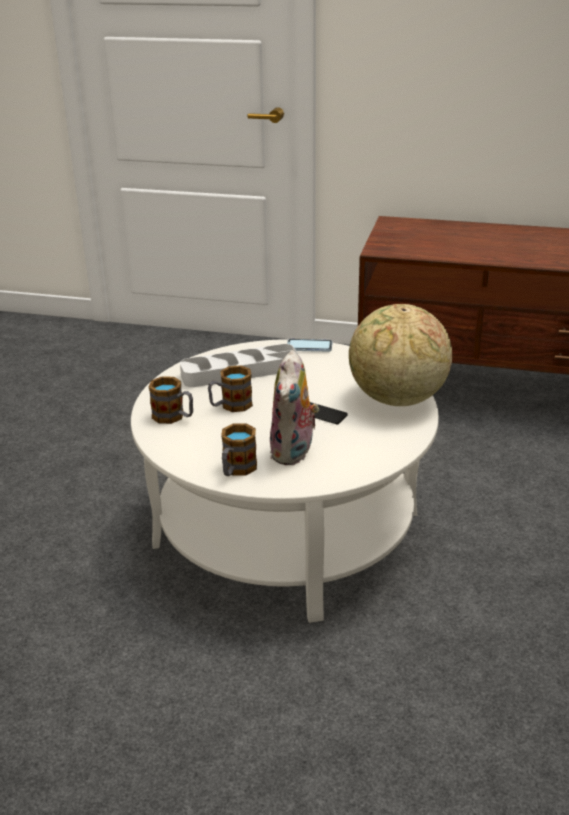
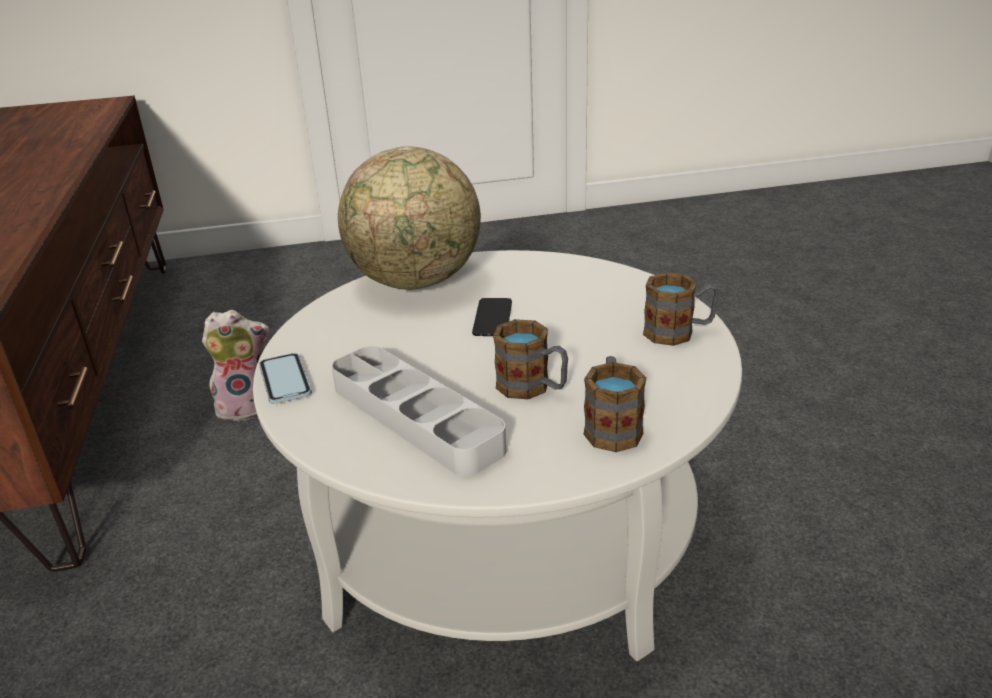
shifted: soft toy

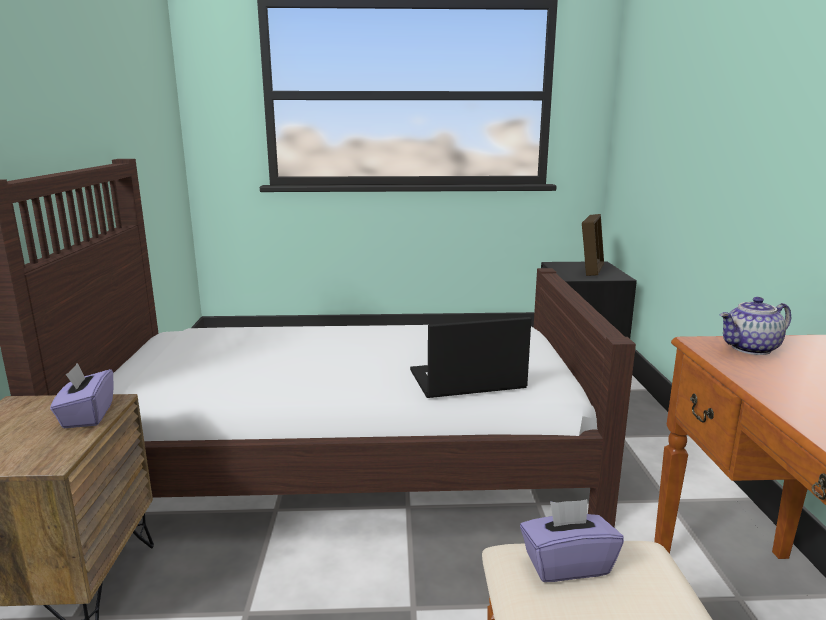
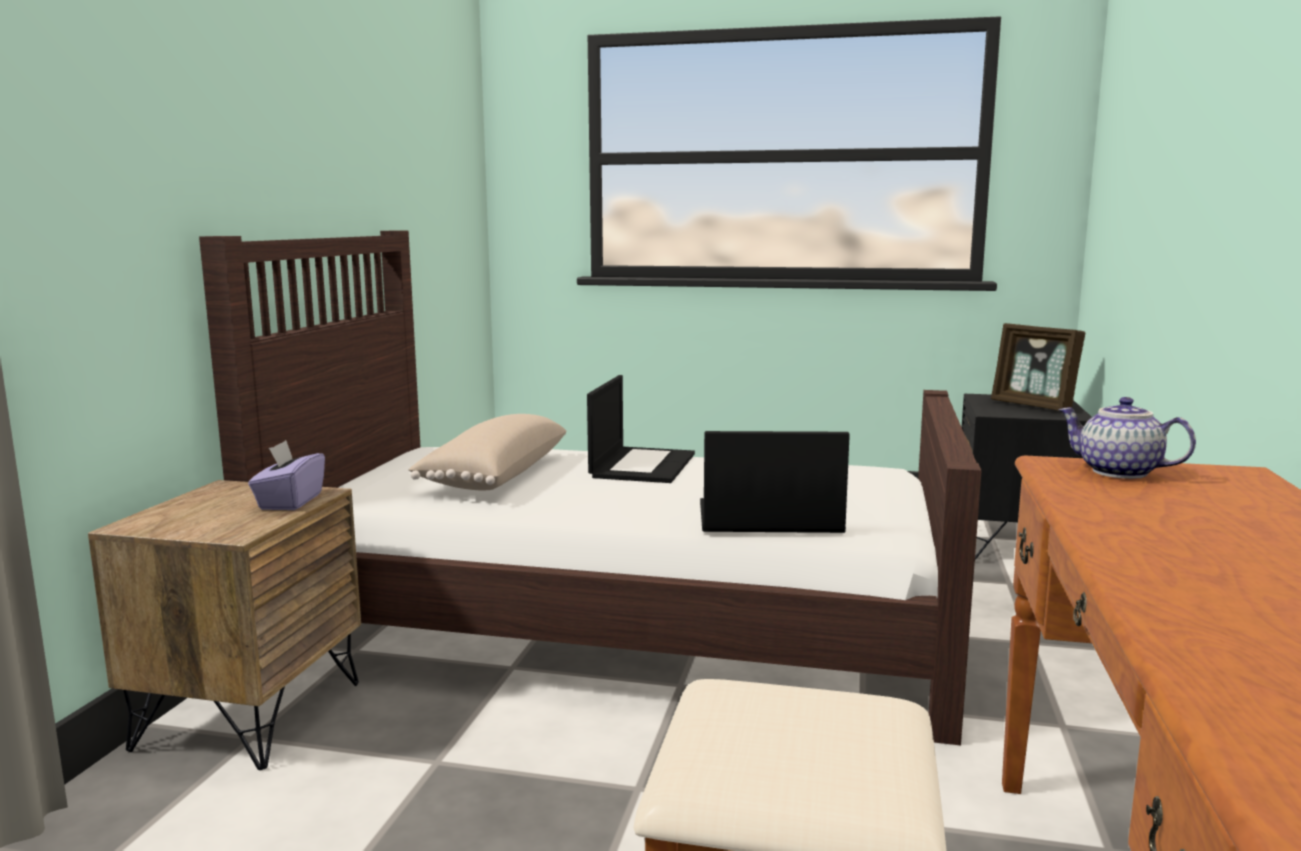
gone: purplish tissue holder (no. 2 from left)
new: portable computer (no. 1 from left); sand-coloured pillow
rotated: standing frame 105 degrees clockwise; teapot 45 degrees clockwise

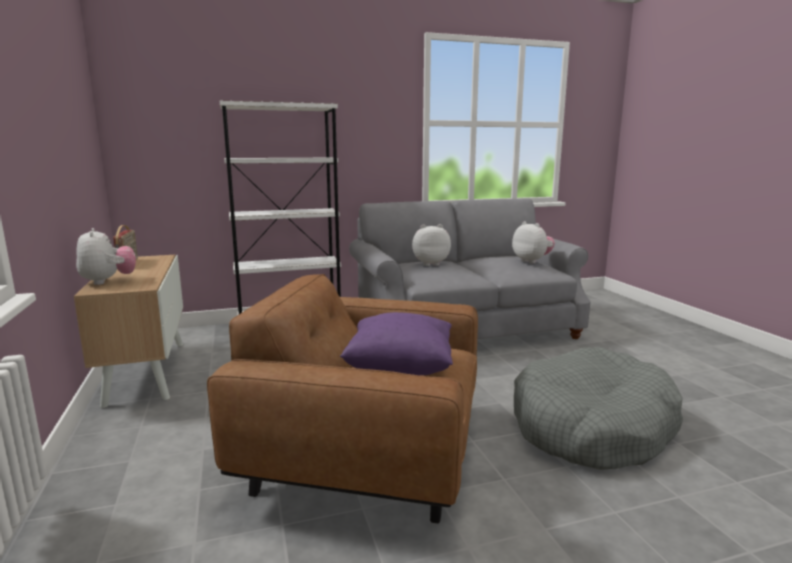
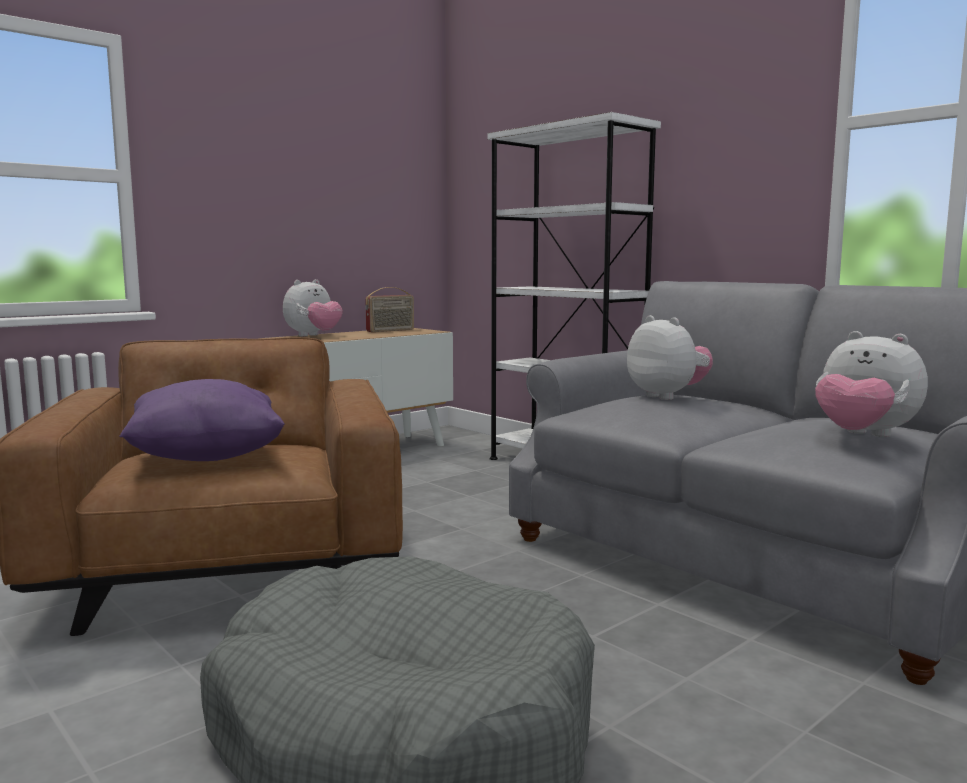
rotated: soft toy (no. 3 from left) 105 degrees clockwise

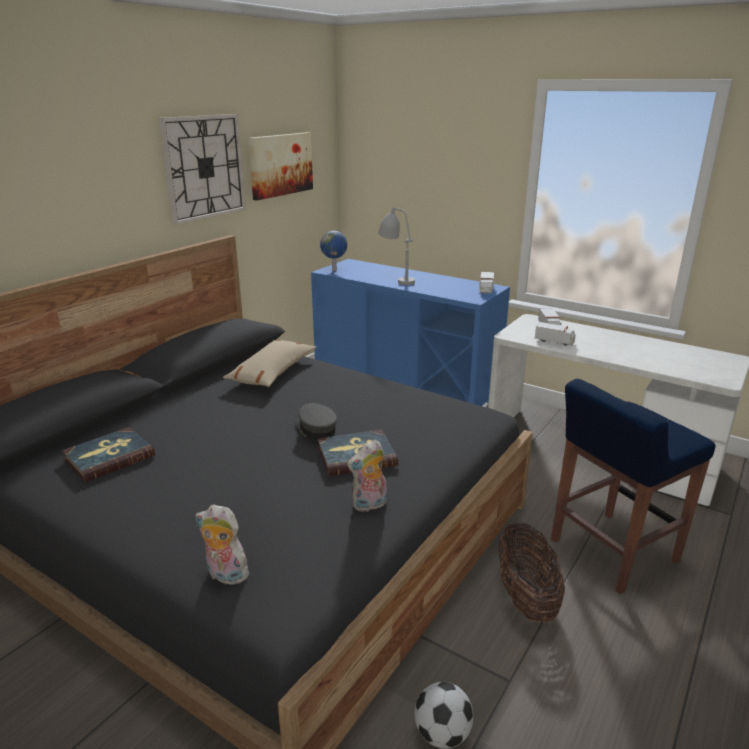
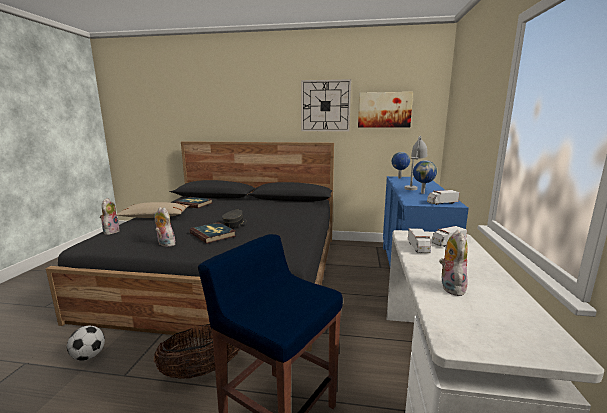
new: globe (no. 2 from left); soft toy (no. 3 from left)
shifted: sand-coloured pillow

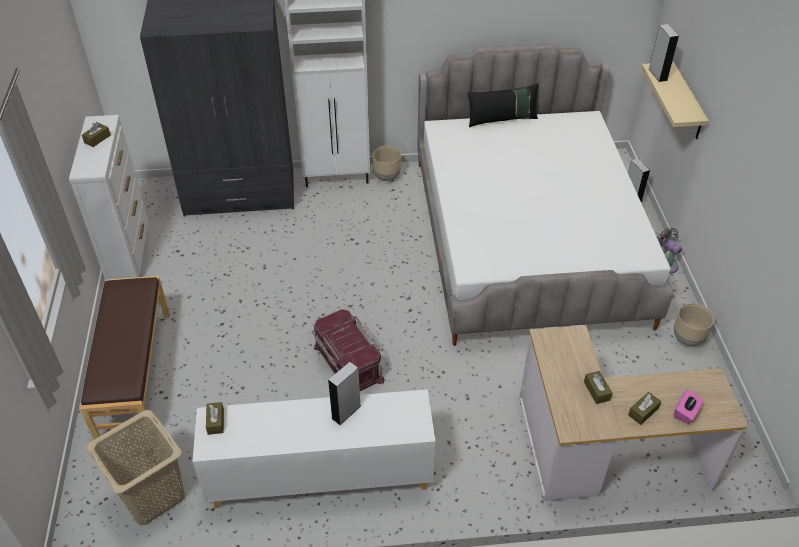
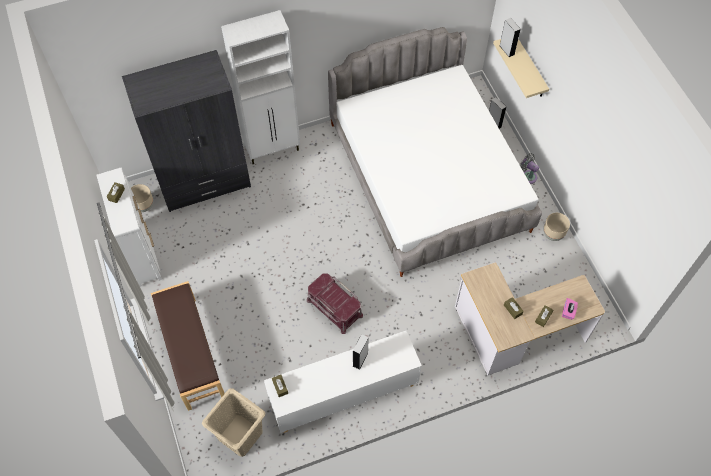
gone: black pillow
shifted: sand-coloured flower pot (no. 1 from left)

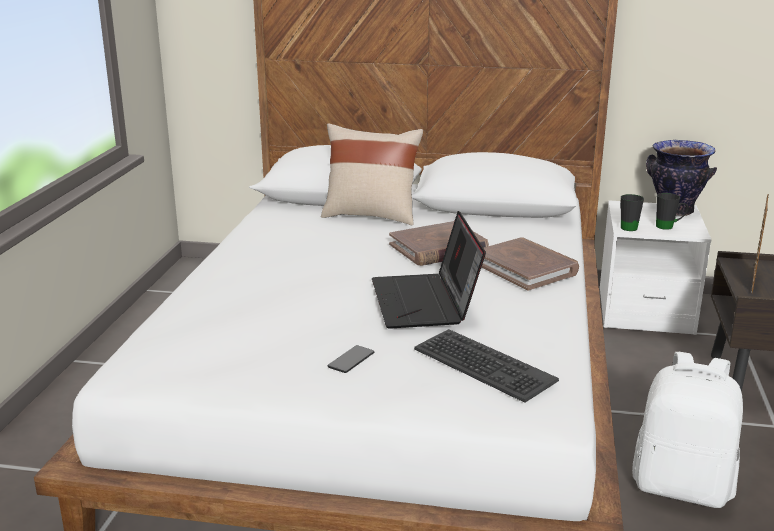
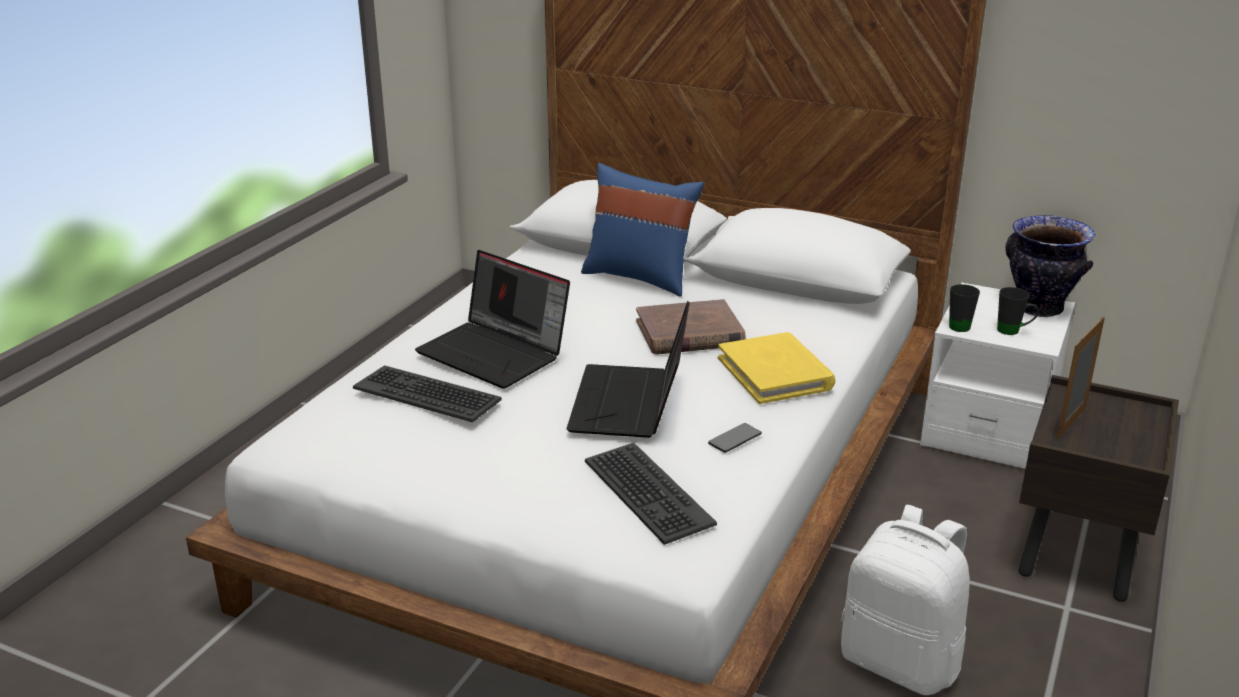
new: portable computer (no. 1 from left); keyboard (no. 1 from left)
shifted: phone
repainted: sand-coloured pillow to blue-coloured pillow; brown book (no. 2 from left) to yellow-coloured book

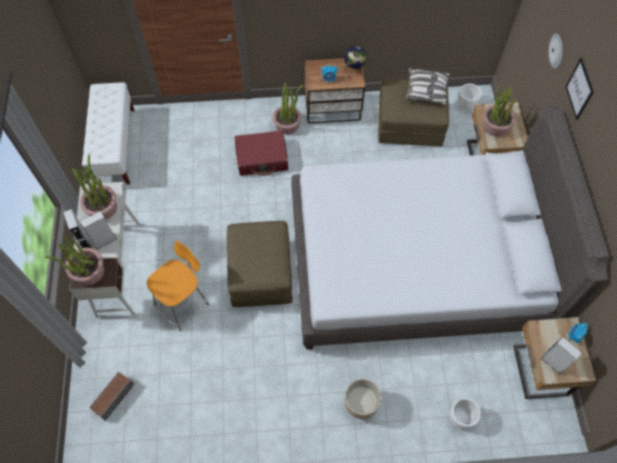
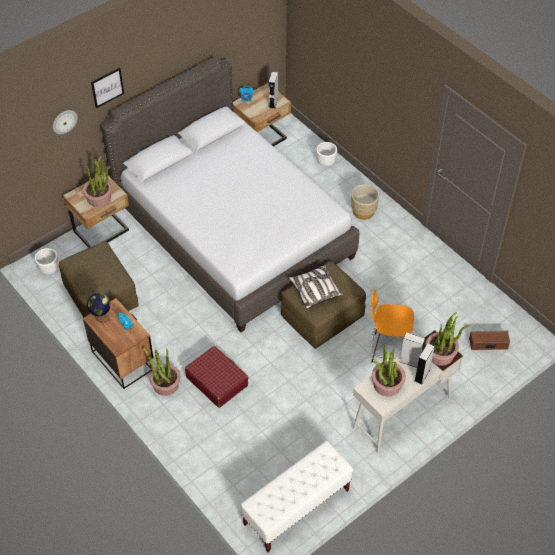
shifted: pillow

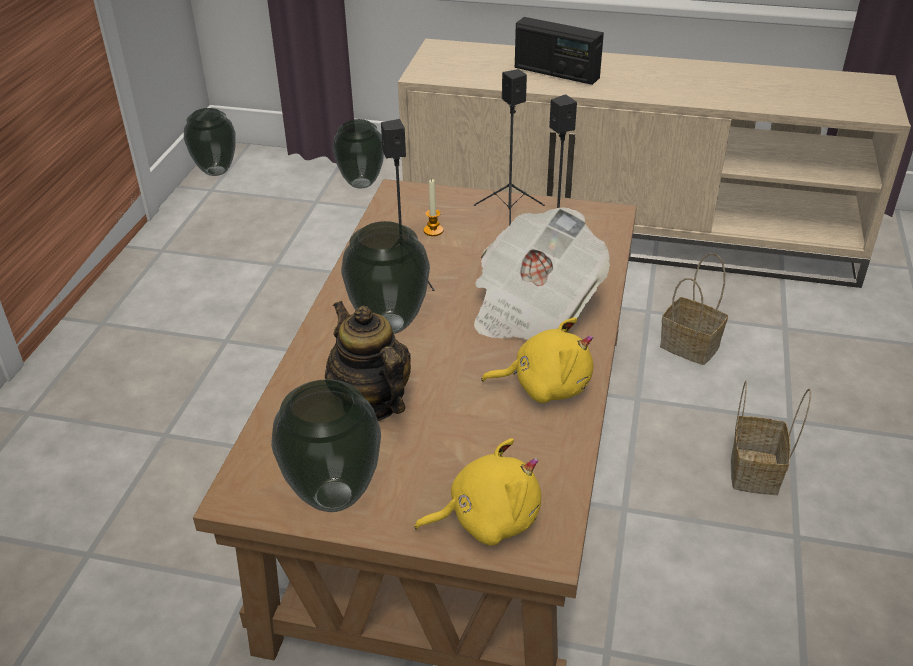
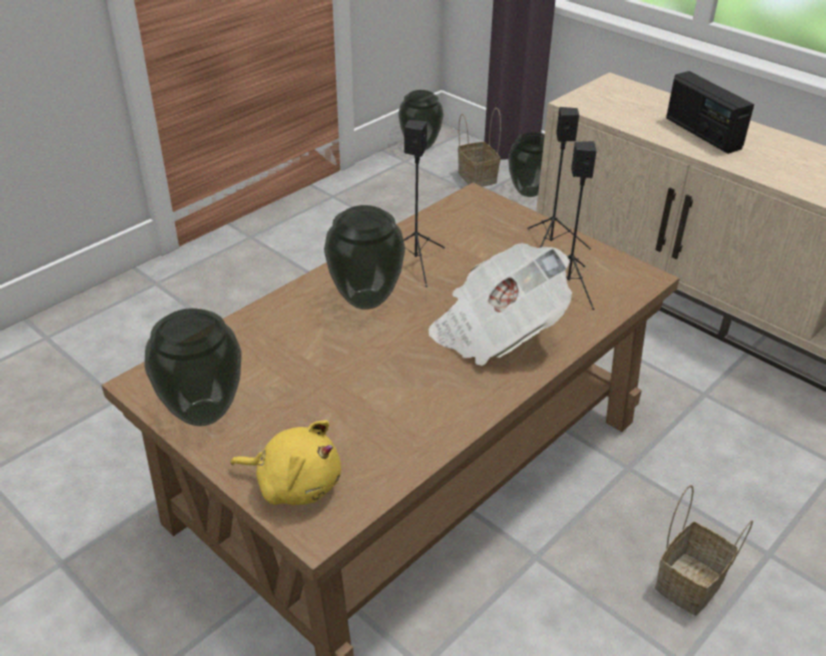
gone: wax light; teapot; yellow-coloured soft toy (no. 2 from left)
shifted: household basket (no. 1 from left)

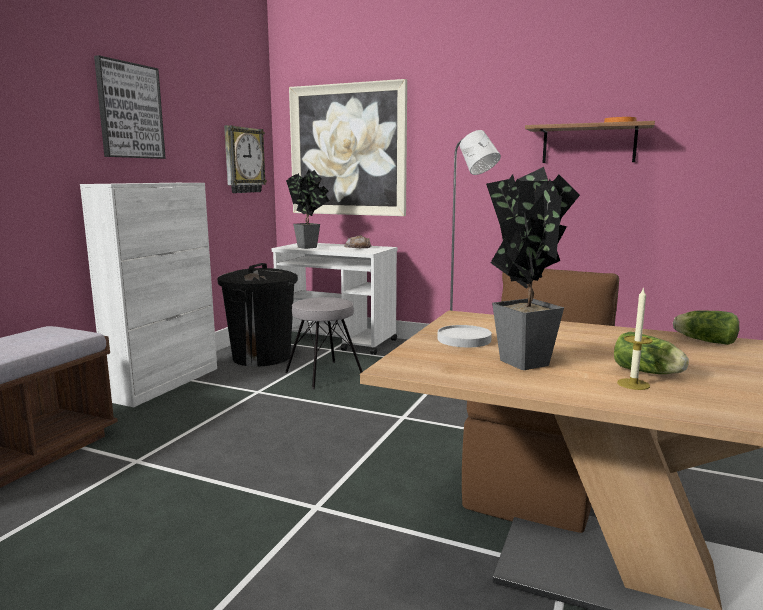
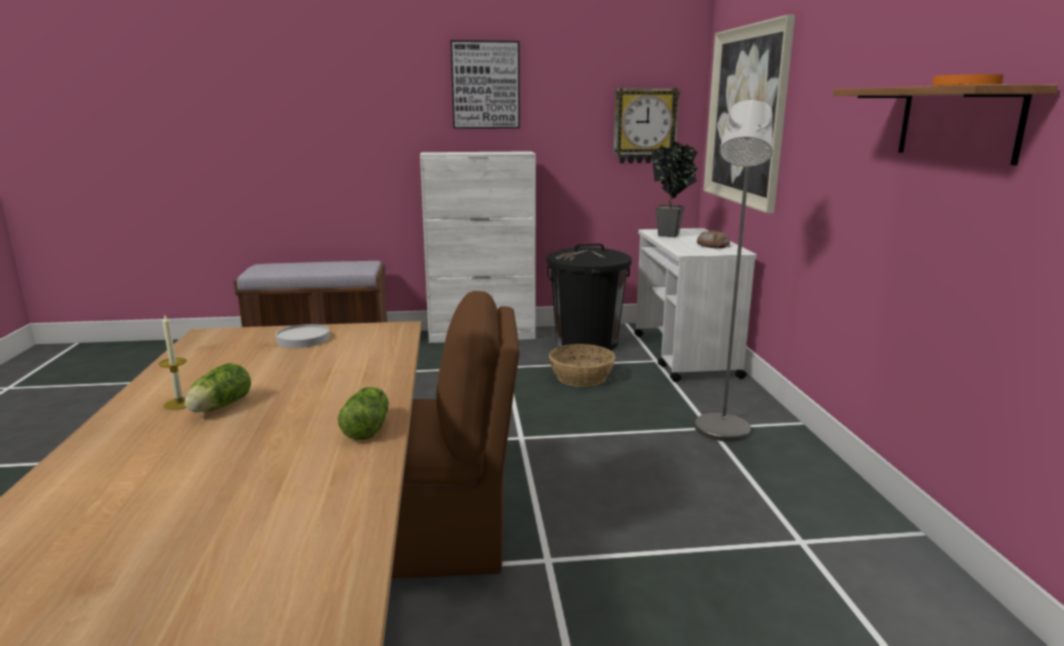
gone: houseplant (no. 2 from left)
swapped: greyish sitting stool to household basket

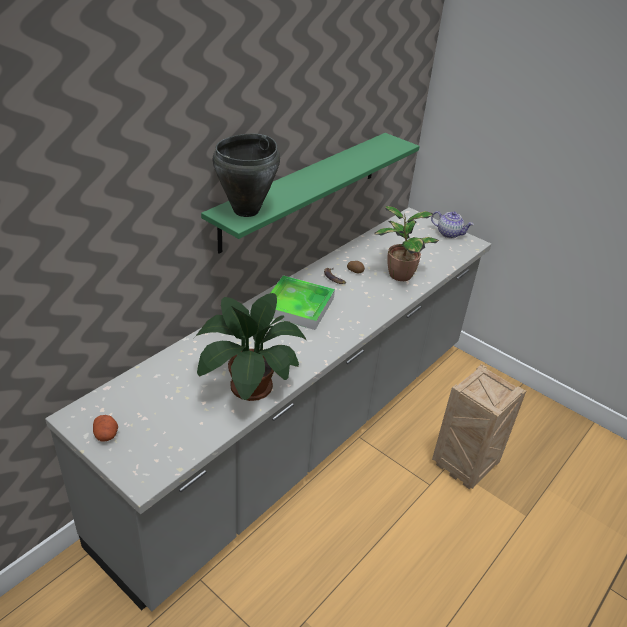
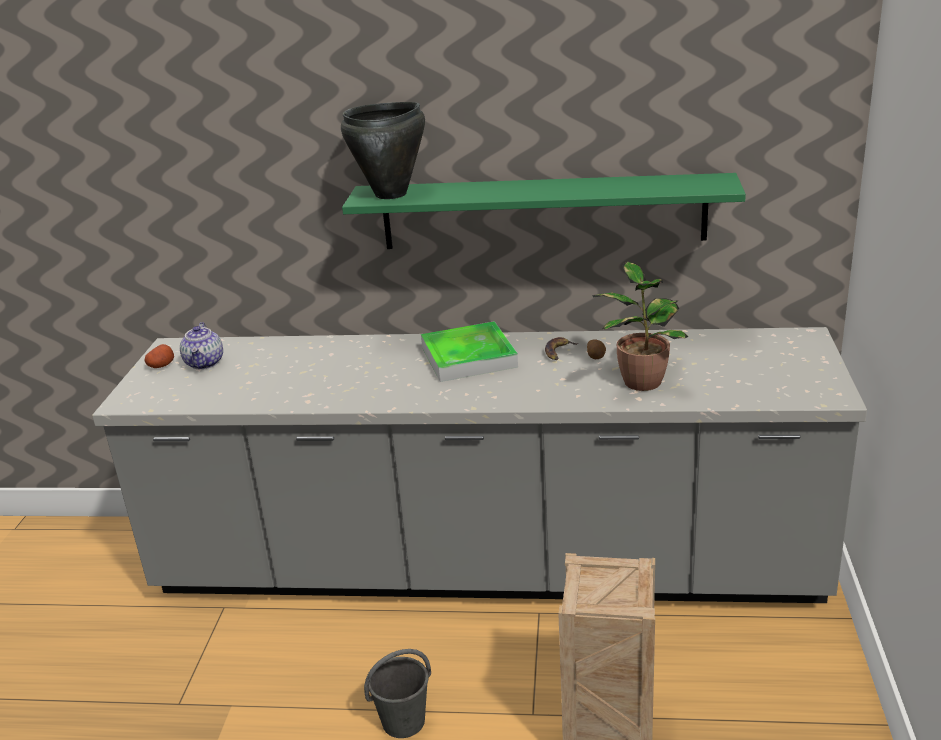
gone: houseplant (no. 1 from left)
new: greyish water bucket
shifted: teapot

